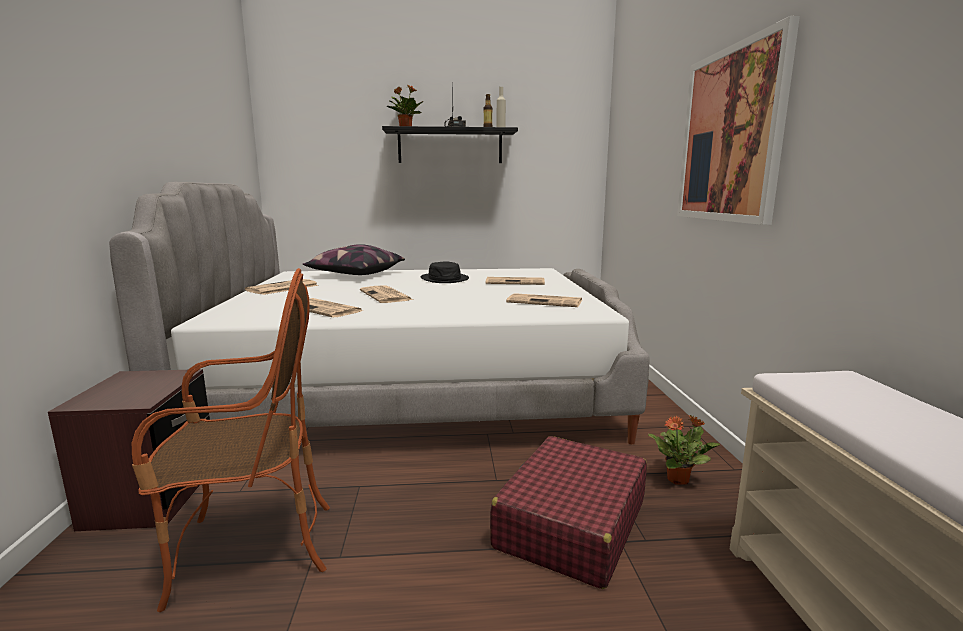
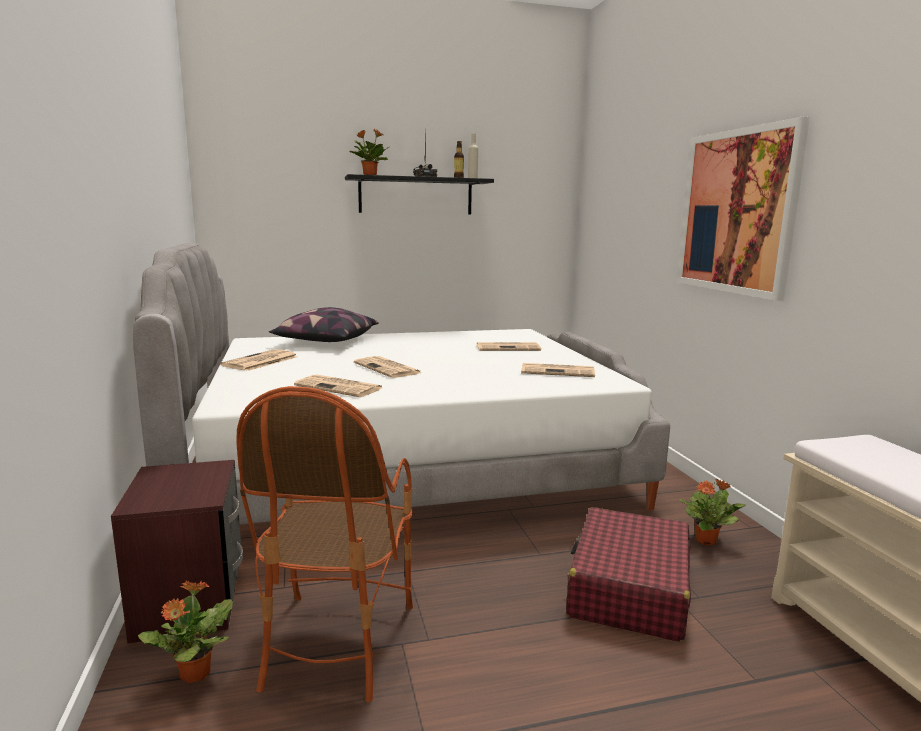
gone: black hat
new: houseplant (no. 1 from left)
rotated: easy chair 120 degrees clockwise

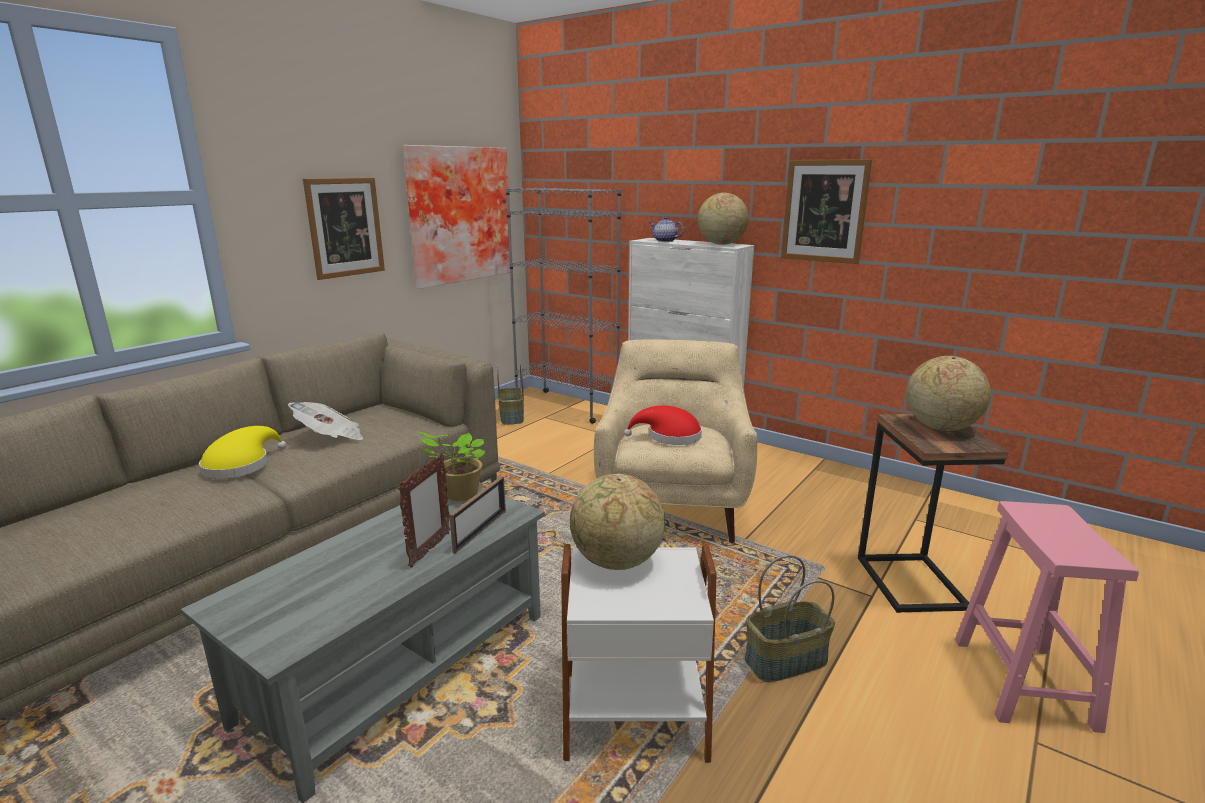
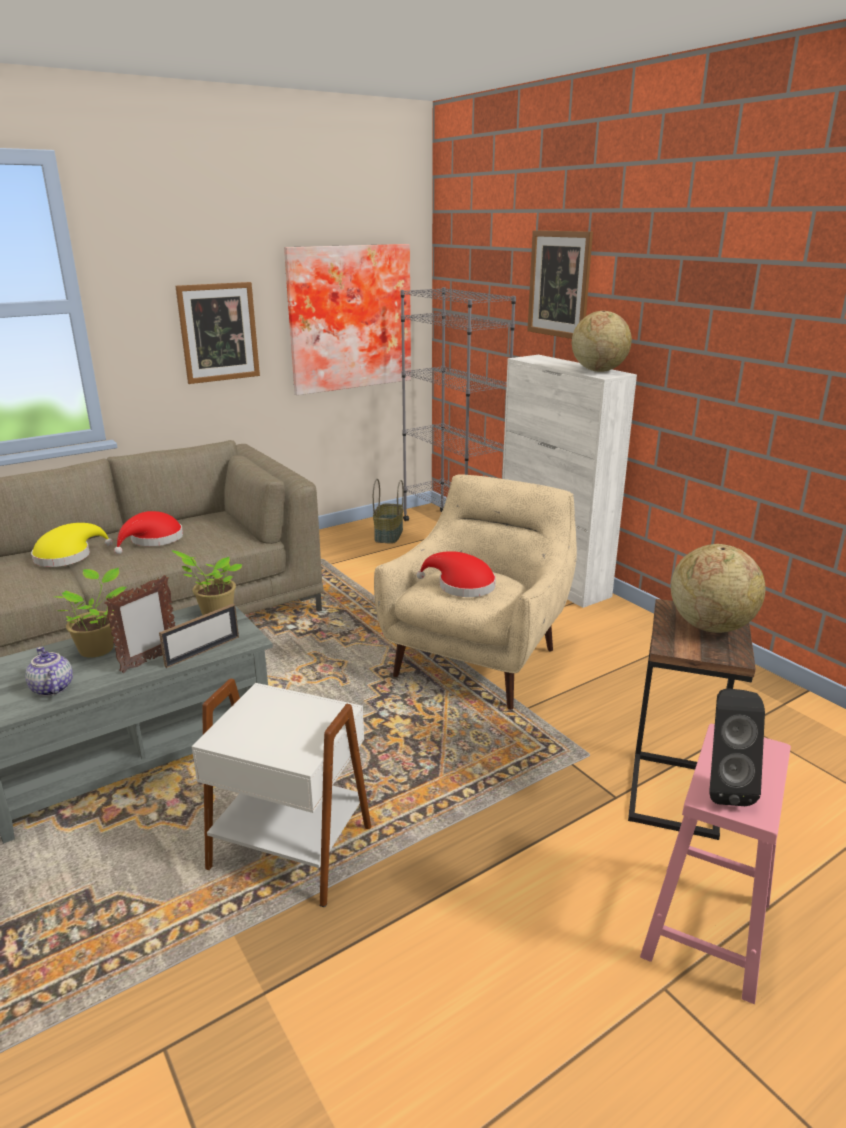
gone: globe (no. 1 from left); household basket (no. 2 from left)
new: houseplant (no. 1 from left); black audio speaker
shifted: wall art (no. 3 from left); teapot
swapped: printed paper to red-coloured hat (no. 1 from left)

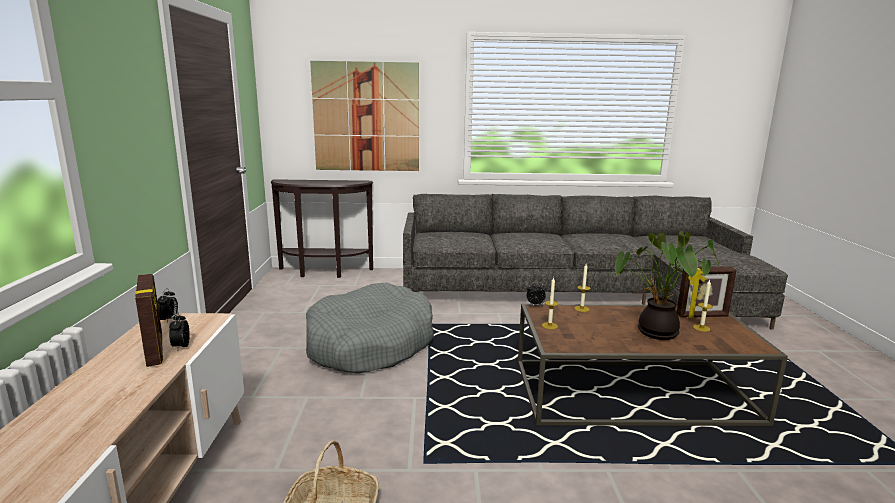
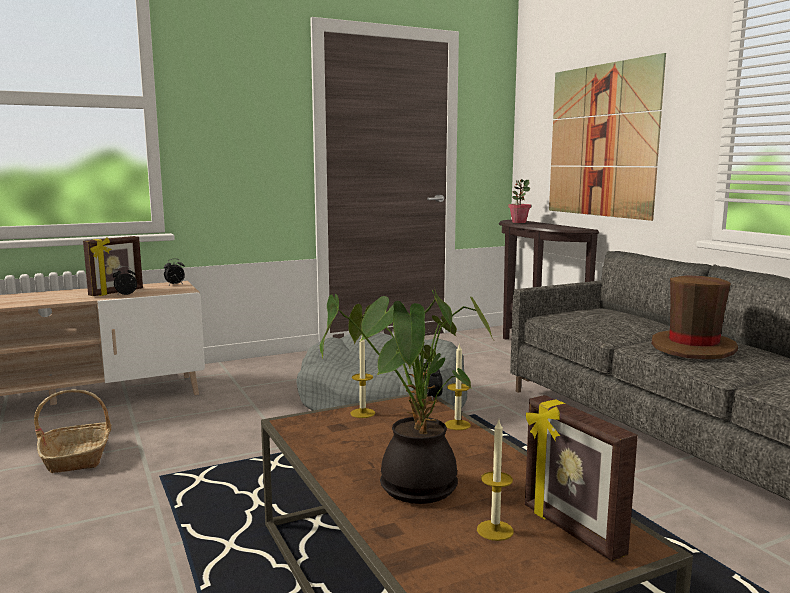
new: houseplant (no. 2 from left); brown hat

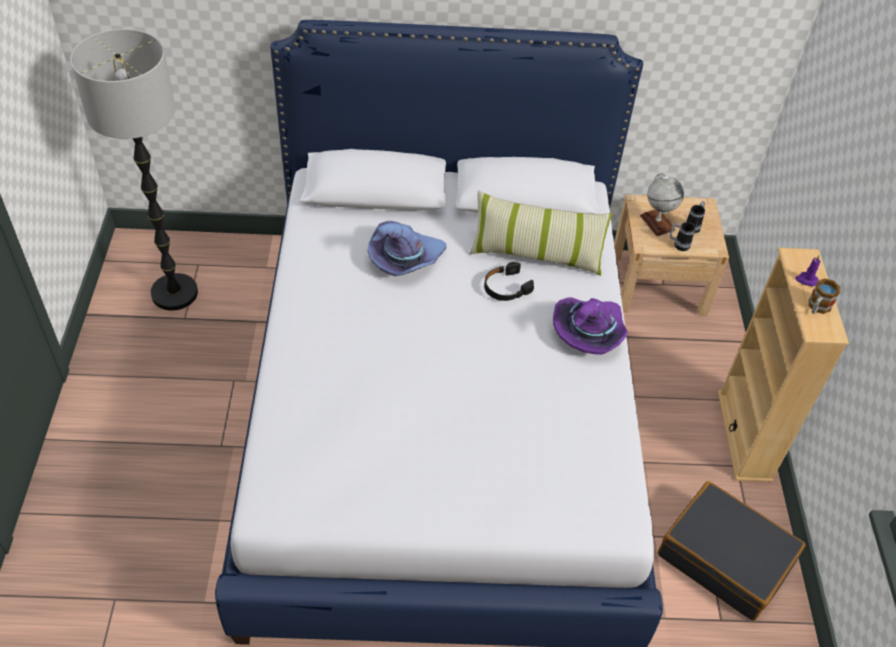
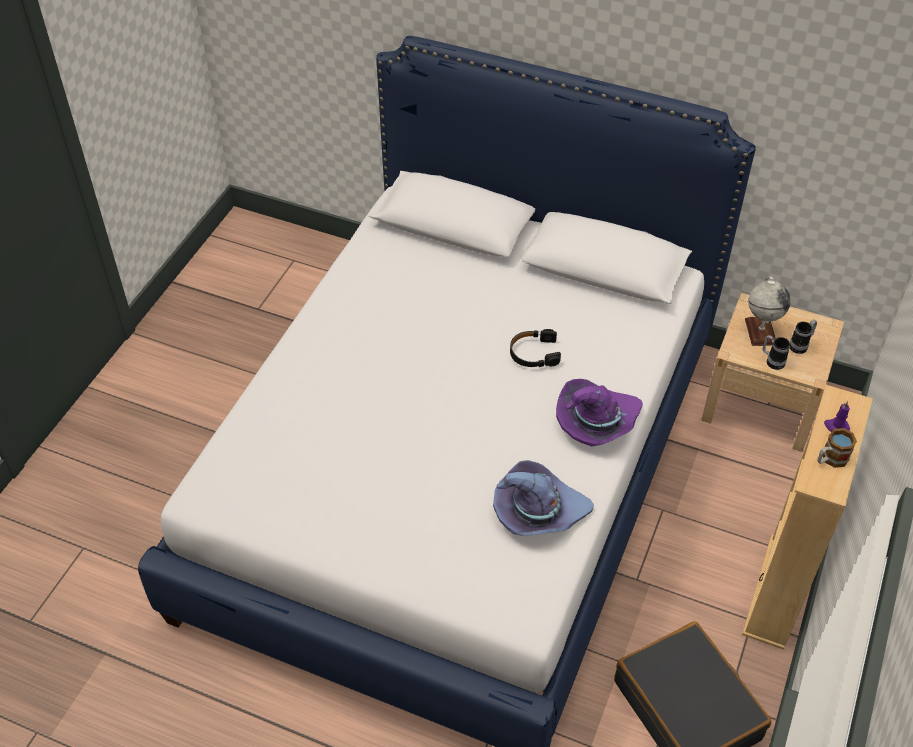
gone: standing lamp; pillow
shifted: purplish hat (no. 1 from left)

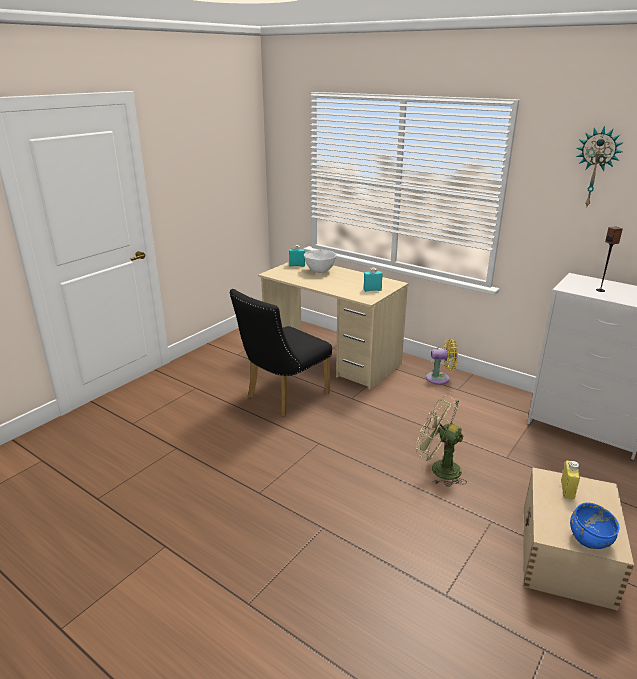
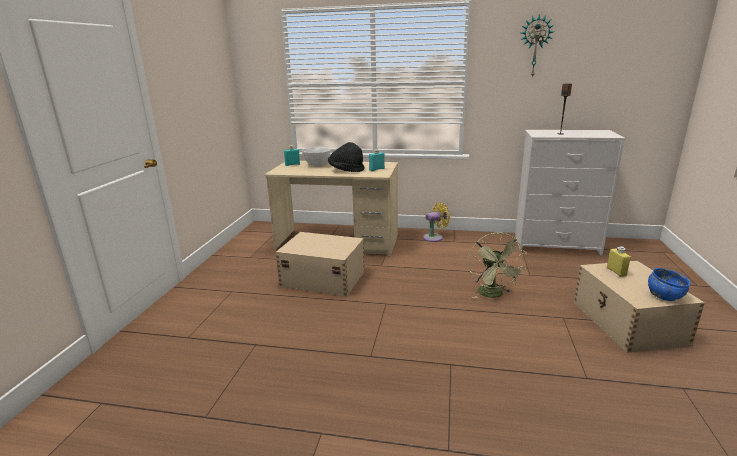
new: black hat
swapped: black chair to sand-coloured storage box (no. 1 from left)
rotated: green cooling fan 105 degrees counterclockwise

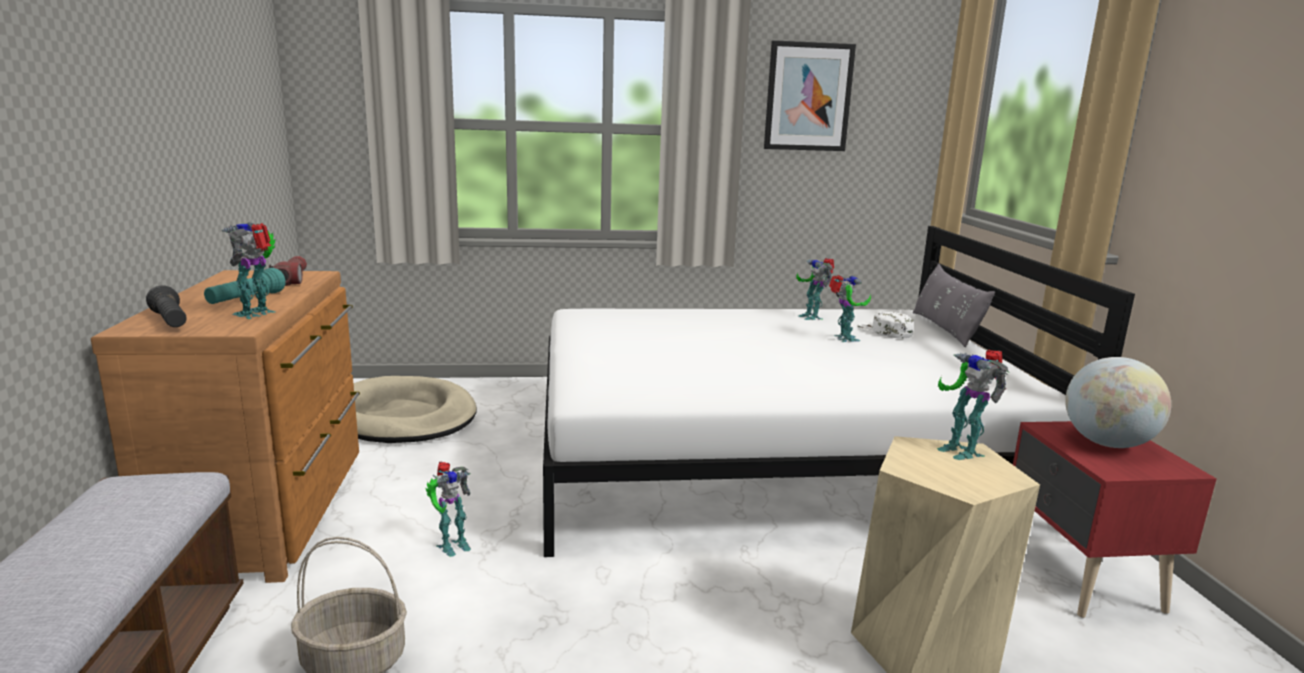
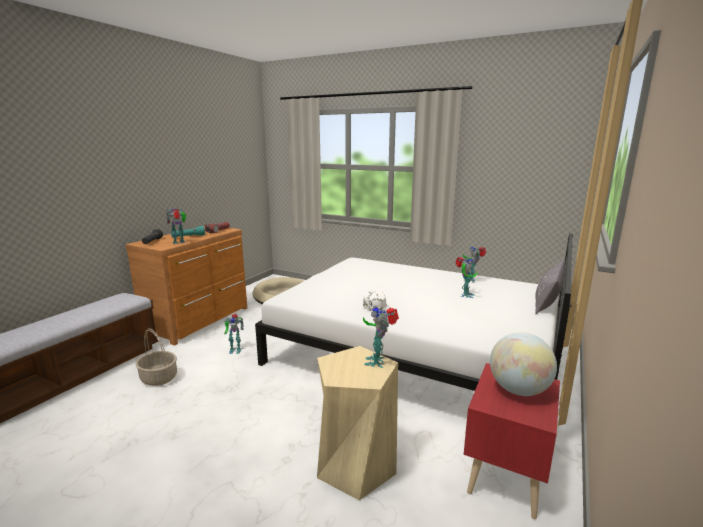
gone: wall art
shifted: white baseball cap

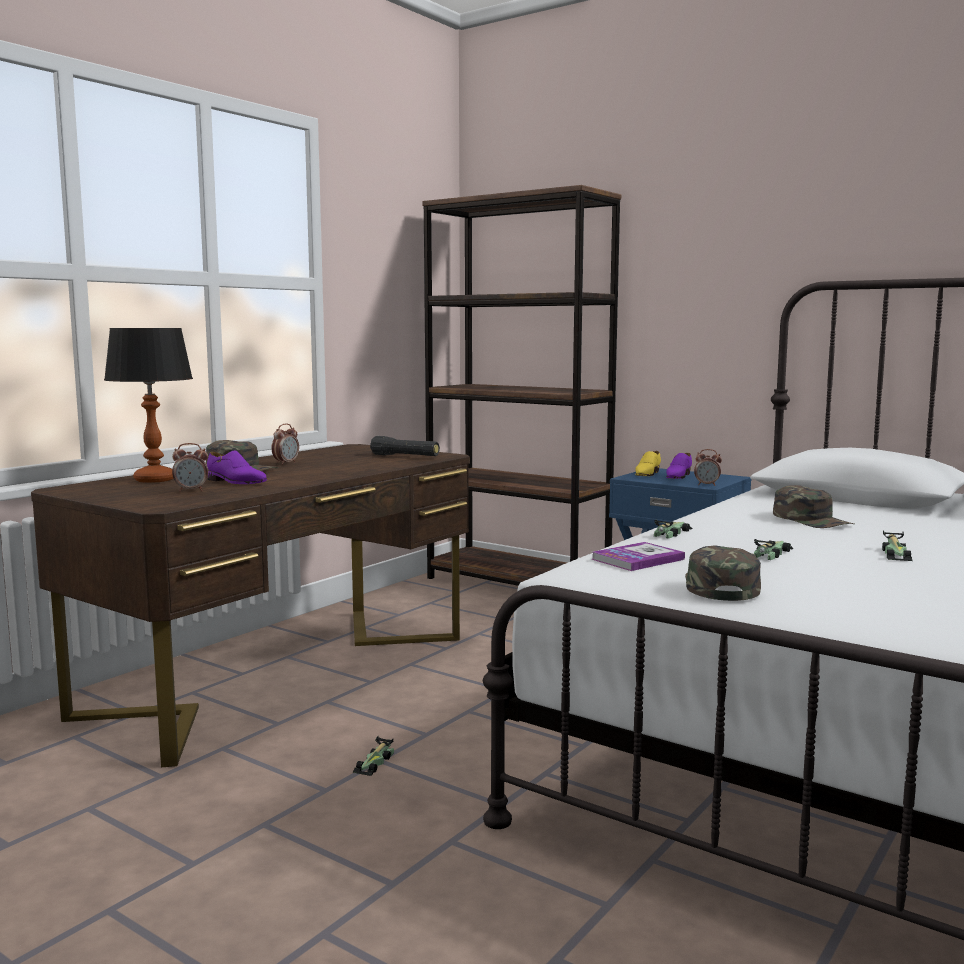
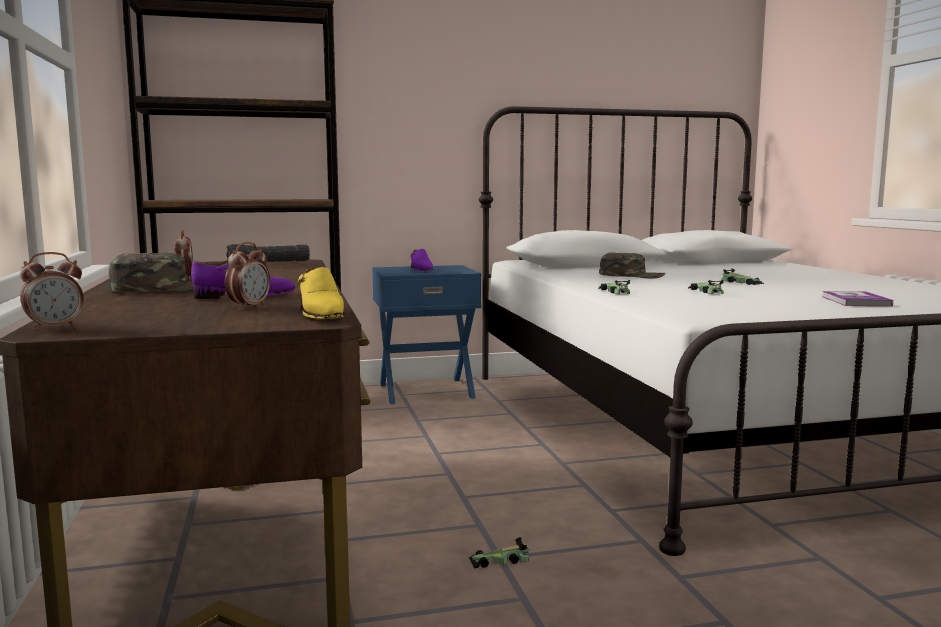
gone: tabletop lamp; green baseball cap (no. 2 from left)
shifted: alarm clock (no. 3 from left in the first image) to alarm clock (no. 1 from left); yellow-coloured low shoe; book
rotated: miniature car (no. 1 from left) 105 degrees clockwise

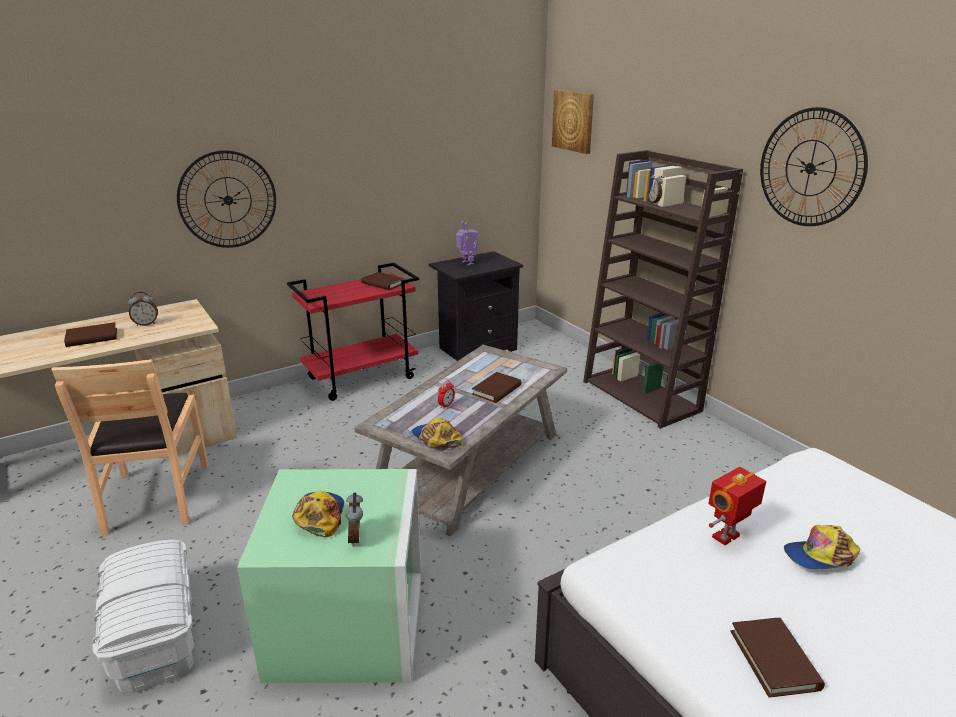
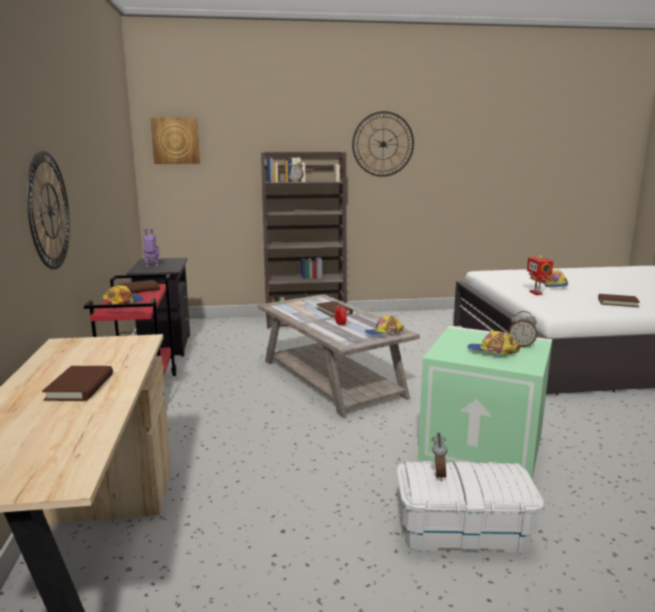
gone: brown chair
new: baseball cap (no. 1 from left)
shifted: alarm clock (no. 1 from left in the first image) to alarm clock (no. 3 from left)

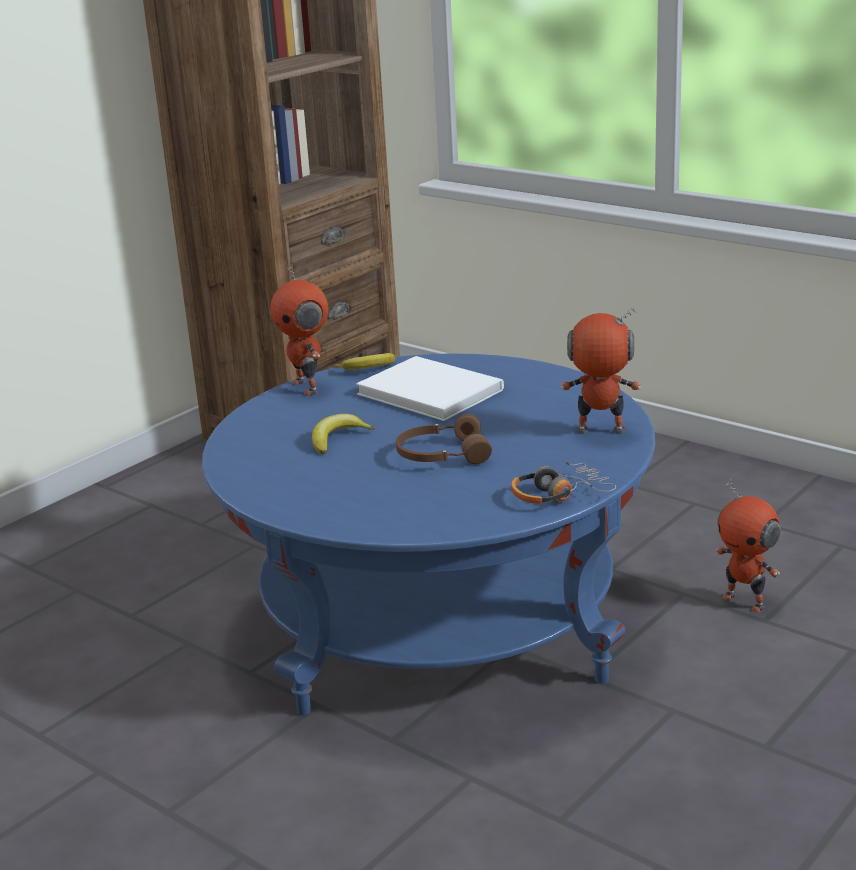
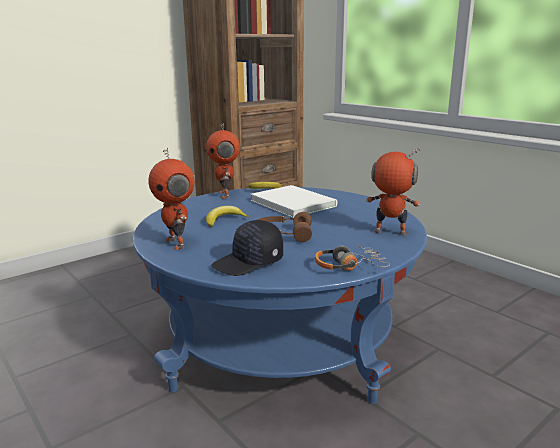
new: black baseball cap
shifted: toy robot (no. 3 from left in the first image) to toy robot (no. 1 from left)

